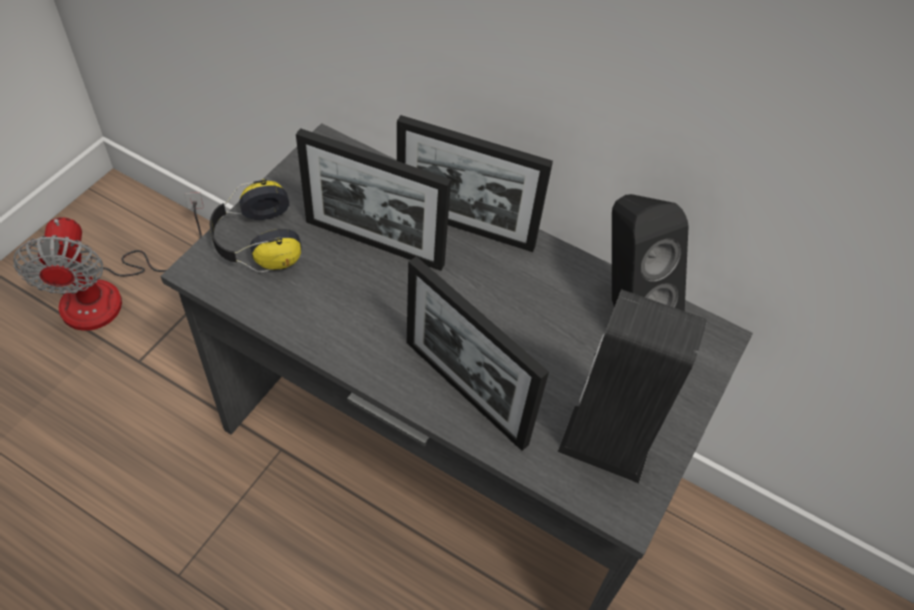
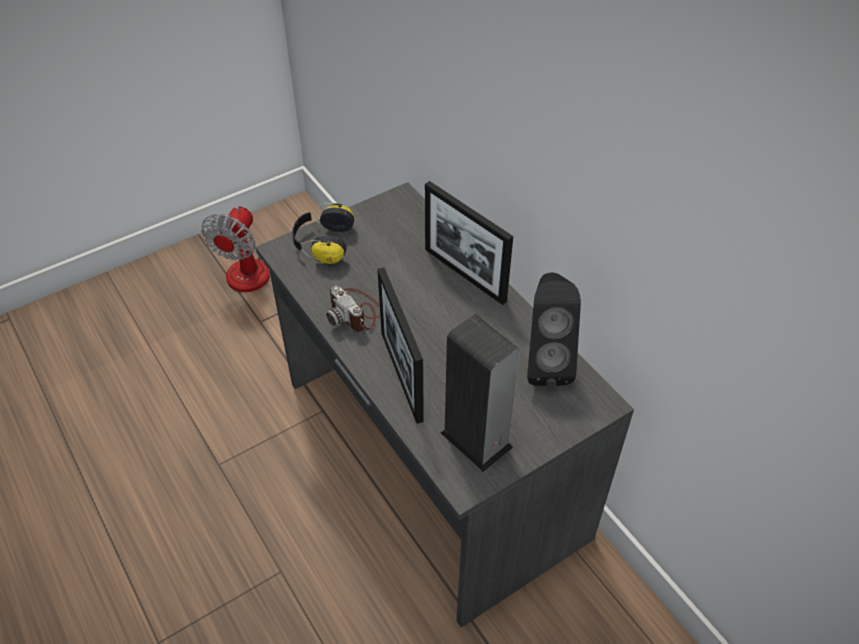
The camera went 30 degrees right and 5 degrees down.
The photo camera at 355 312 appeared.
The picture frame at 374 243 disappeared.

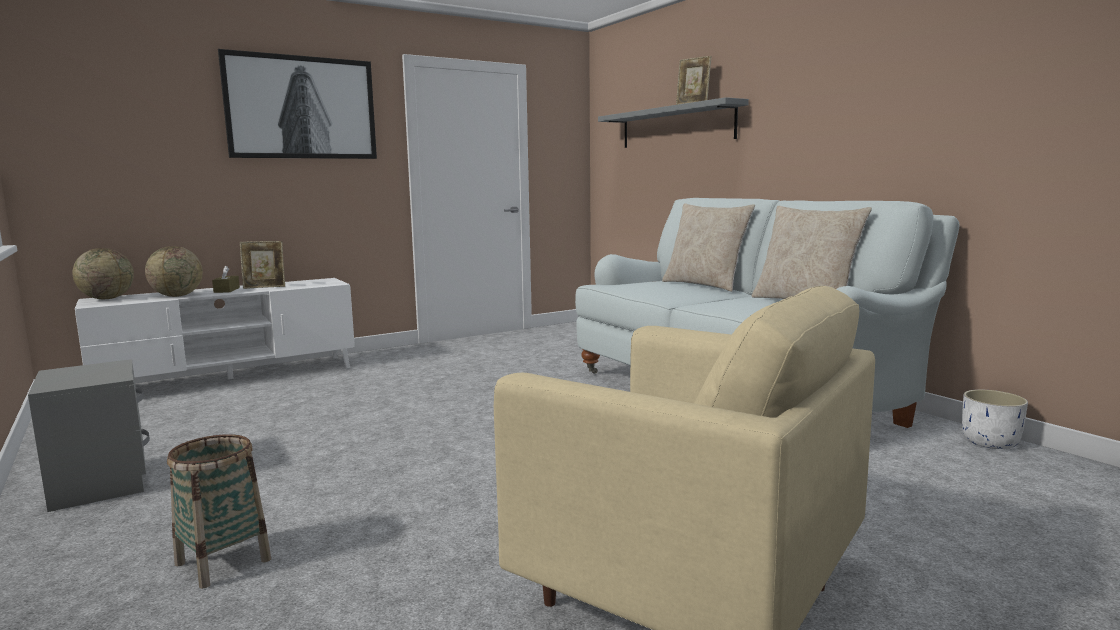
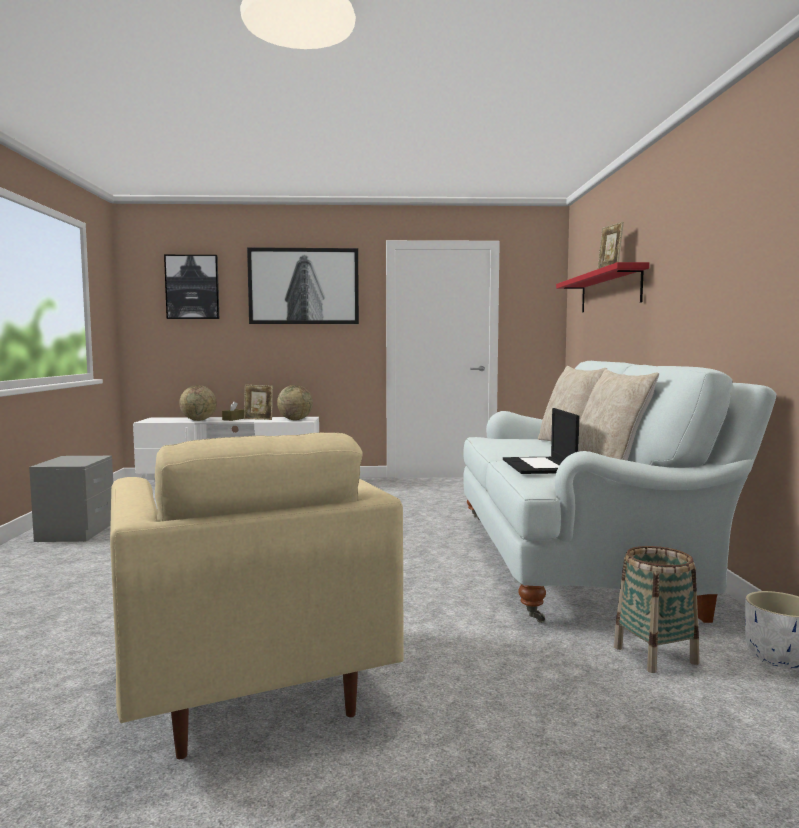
The camera went 30 degrees right and 5 degrees down.
The picture at 192 287 appeared.
The globe moved from 107 298 to 295 420.
The laptop at 539 466 appeared.
The grey shelf at 675 126 became the red shelf at 609 291.
The basket moved from 223 562 to 655 655.

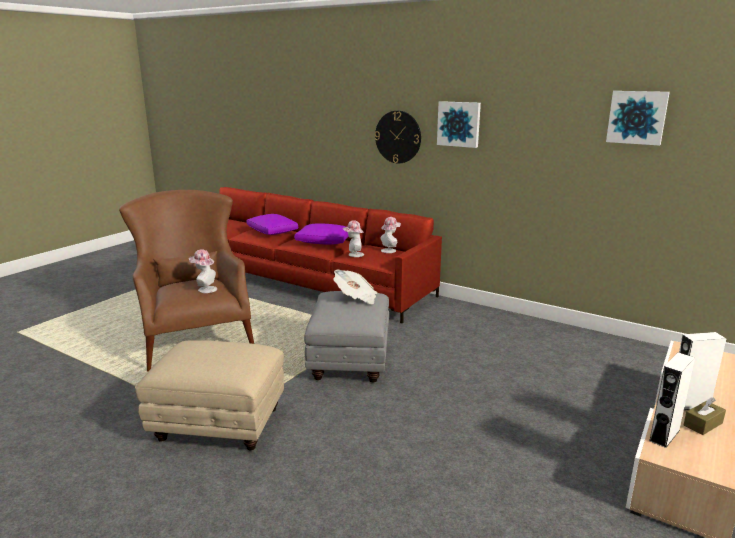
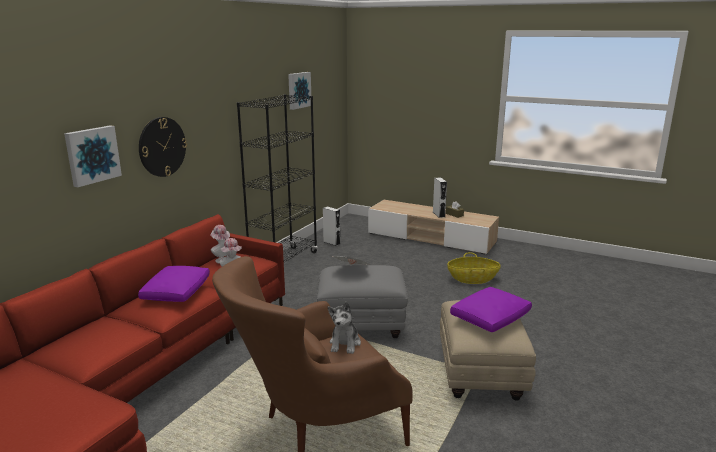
The camera went 95 degrees left and 0 degrees up.
The picture moved from 459 124 to 92 155.
The black bookcase at 284 262 appeared.
The white speaker moved from 664 435 to 331 243.
The hat at 205 289 was replaced by the plush toy at 345 343.
The basket at 472 279 appeared.
The purple pillow moved from 272 231 to 490 318.

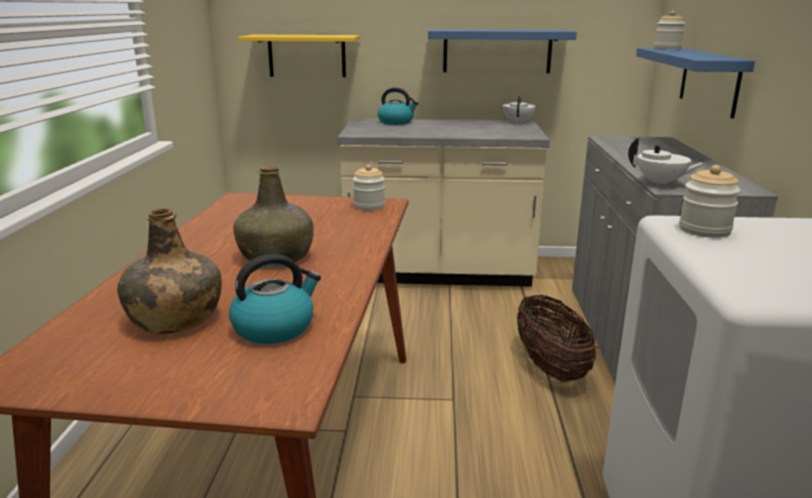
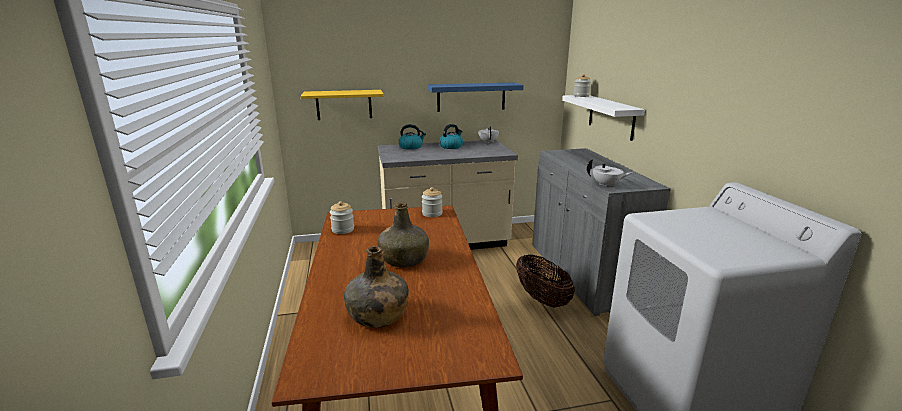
The camera went 15 degrees left and 0 degrees up.
The jar moved from 704 230 to 343 229.
The kettle moved from 274 327 to 451 146.
The blue shelf at 709 80 became the white shelf at 611 116.

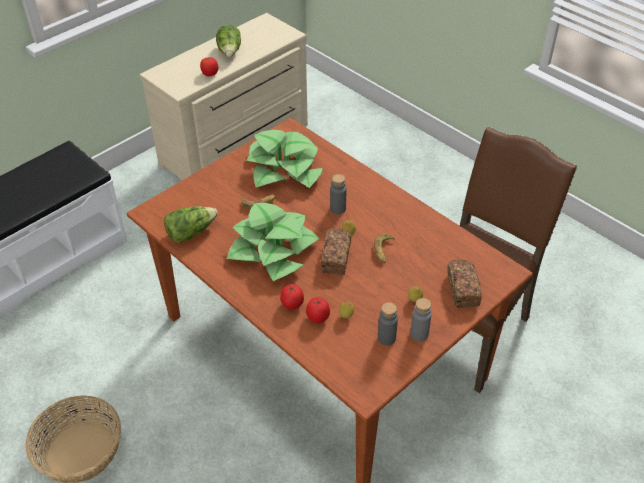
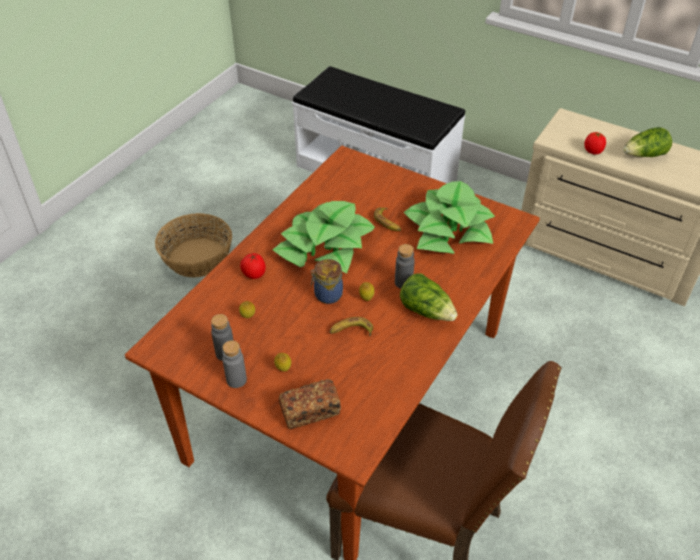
The camera went 75 degrees right and 0 degrees up.
The bread at 336 258 was replaced by the jar at 327 295.
The lettuce moved from 190 232 to 426 310.
The tomato at 318 317 disappeared.

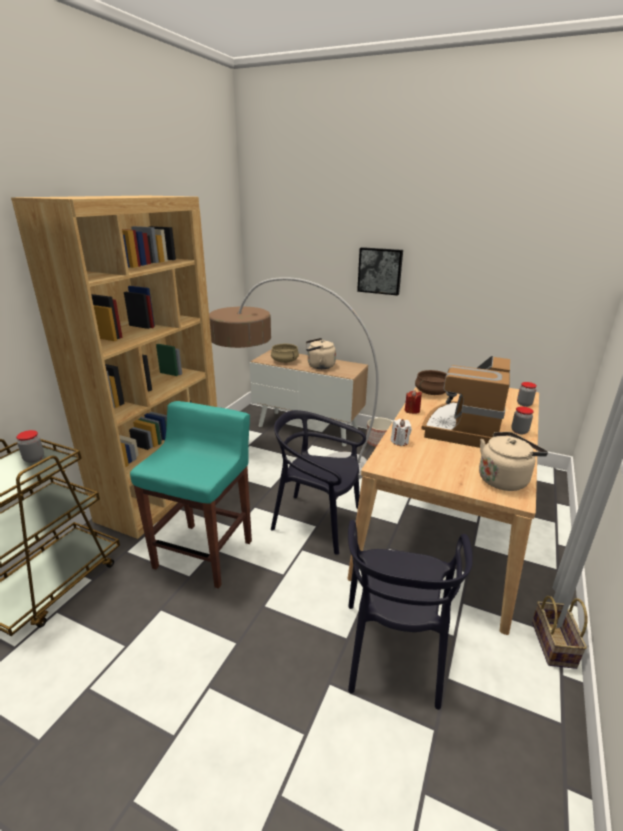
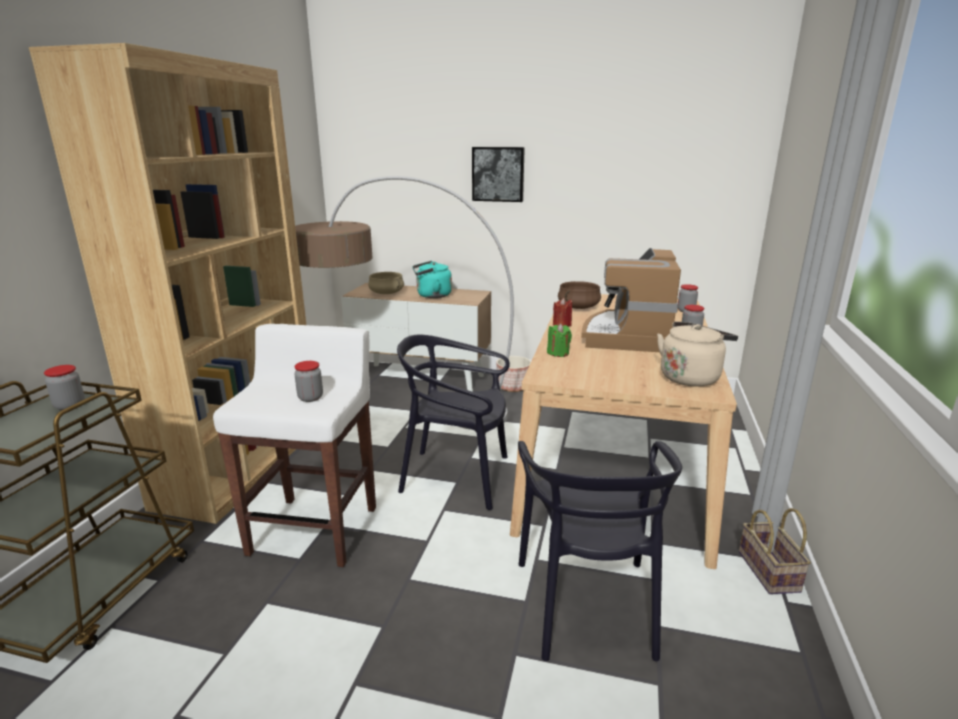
The camera went 10 degrees left and 5 degrees down.
The turquoise stool at 205 553 became the white stool at 315 529.
The jar at 310 398 appeared.
The beige kettle at 319 366 became the turquoise kettle at 431 295.
The white candle at 399 441 became the green candle at 558 353.

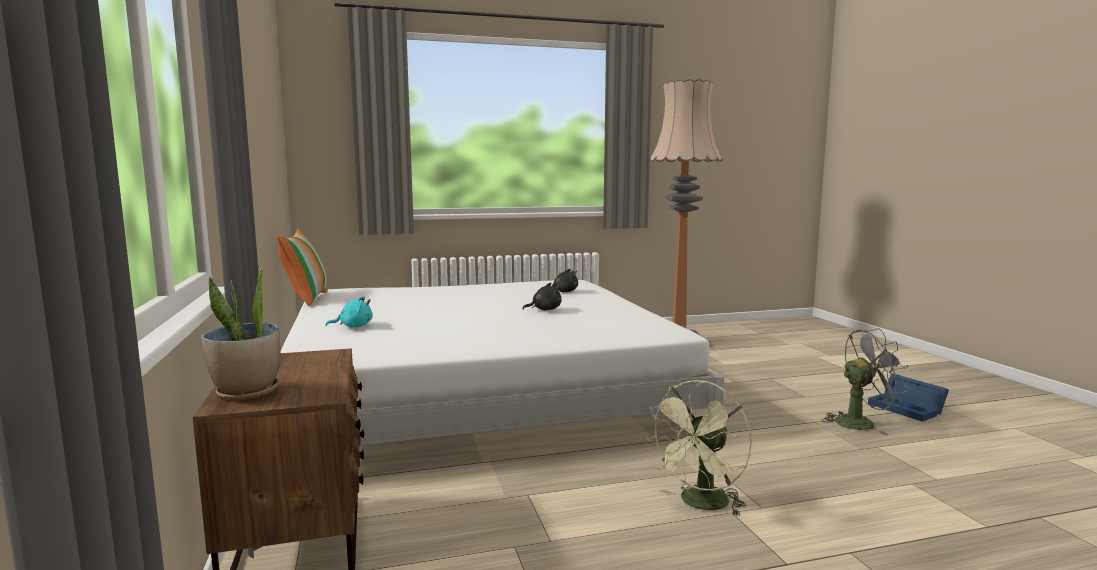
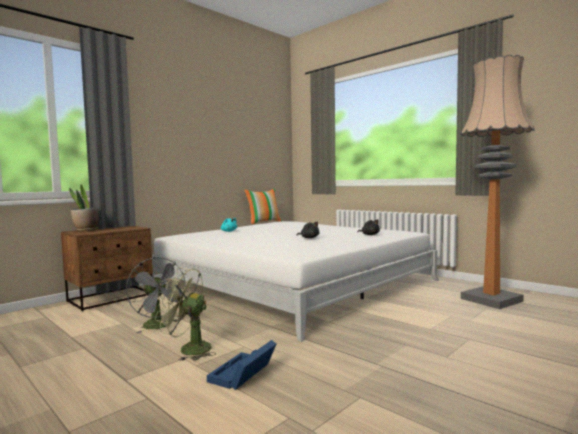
The camera went 60 degrees right and 5 degrees down.
The grey fan moved from 861 422 to 160 326.
The blue storage box moved from 908 408 to 242 375.

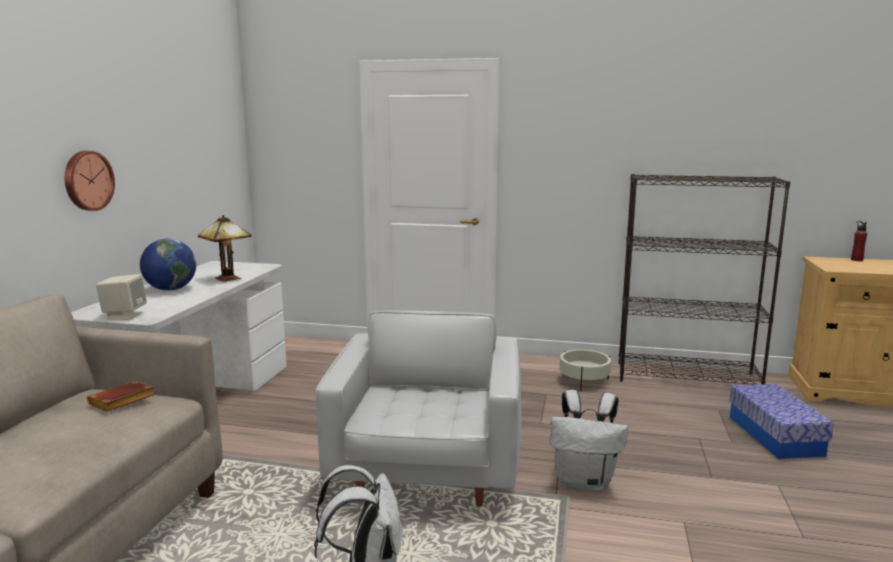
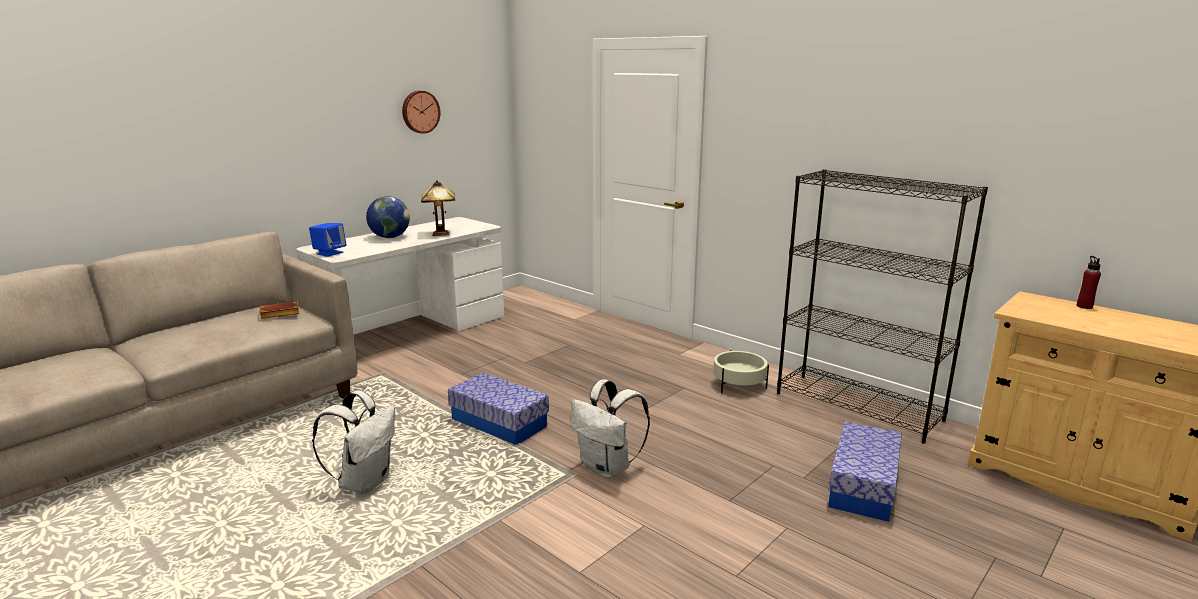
The camera went 30 degrees right and 5 degrees up.
The beige speaker at 124 315 became the blue speaker at 329 253.
The wall clock moved from 87 180 to 420 112.
The white armchair at 427 471 was replaced by the storage box at 499 423.

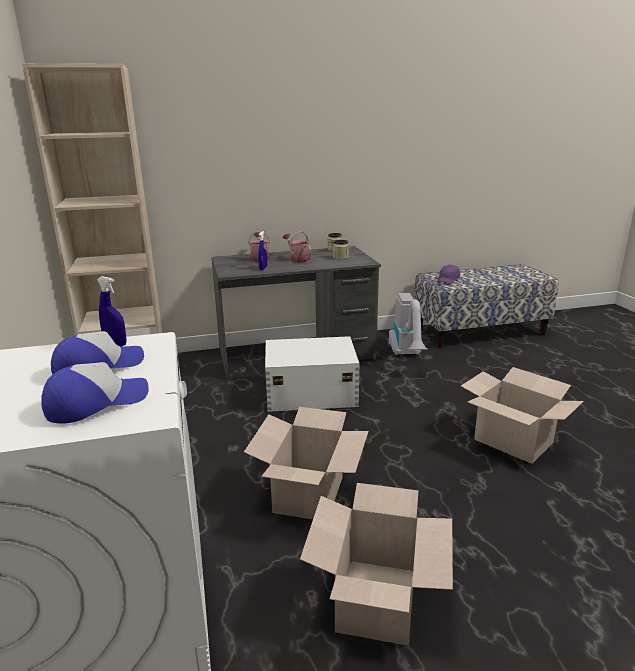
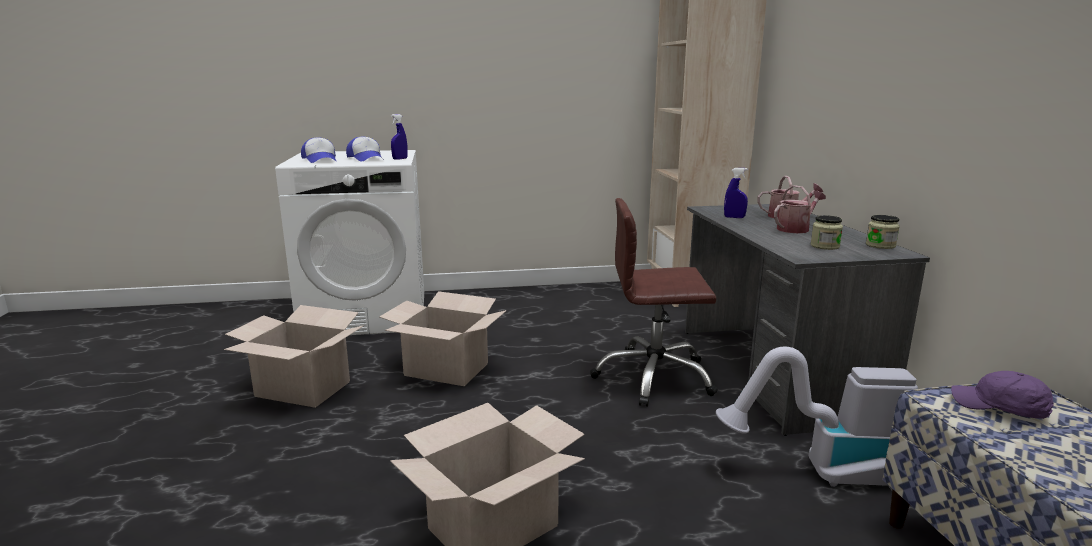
The camera went 95 degrees right and 5 degrees down.
The white storage box at 309 392 was replaced by the brown office chair at 654 377.

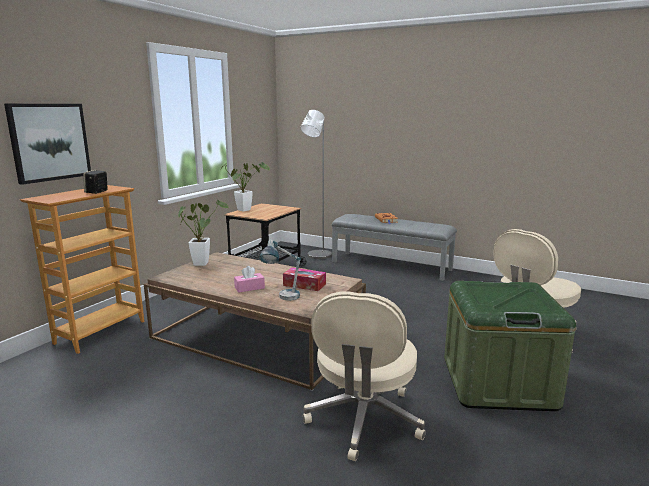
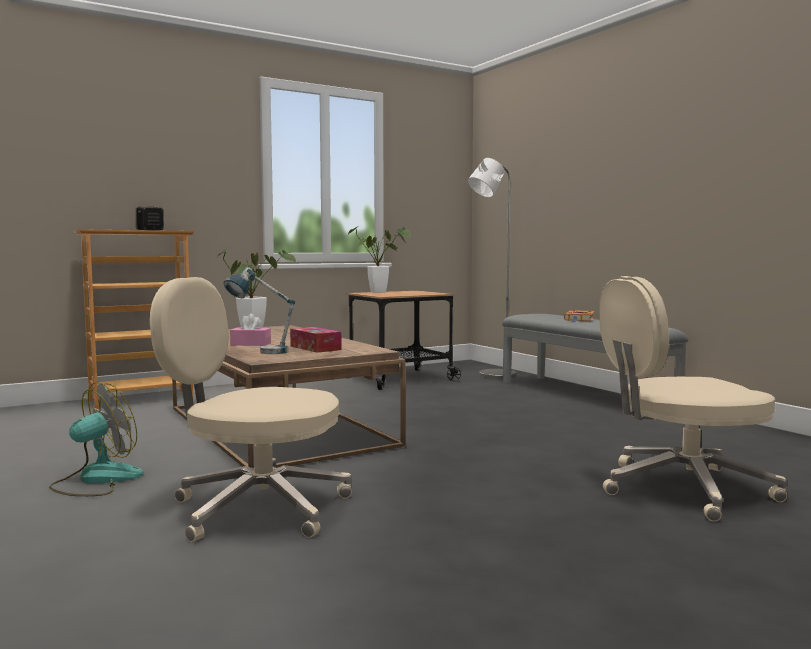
The camera went 30 degrees right and 10 degrees down.
The fan at 96 480 appeared.
The beige office chair at 364 420 turned 60 degrees clockwise.
The picture at 49 142 disappeared.
The green storage box at 498 383 disappeared.

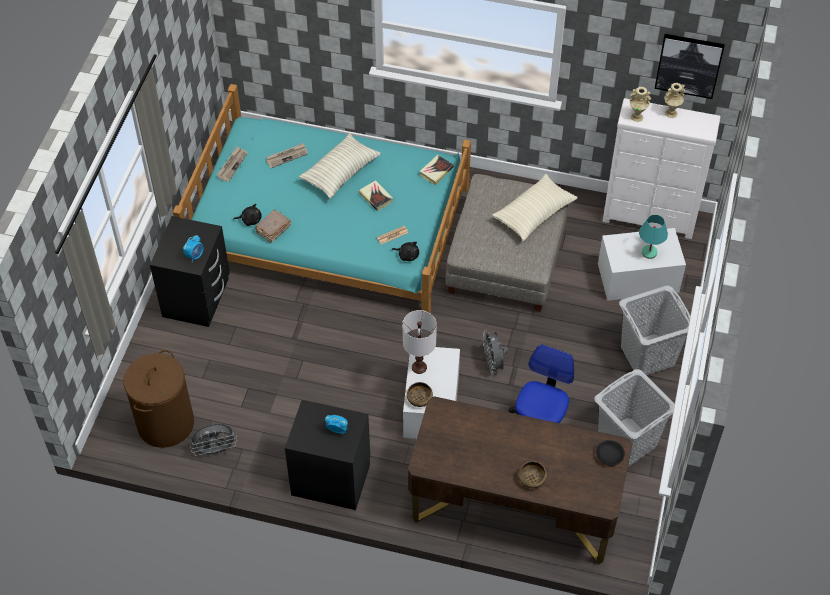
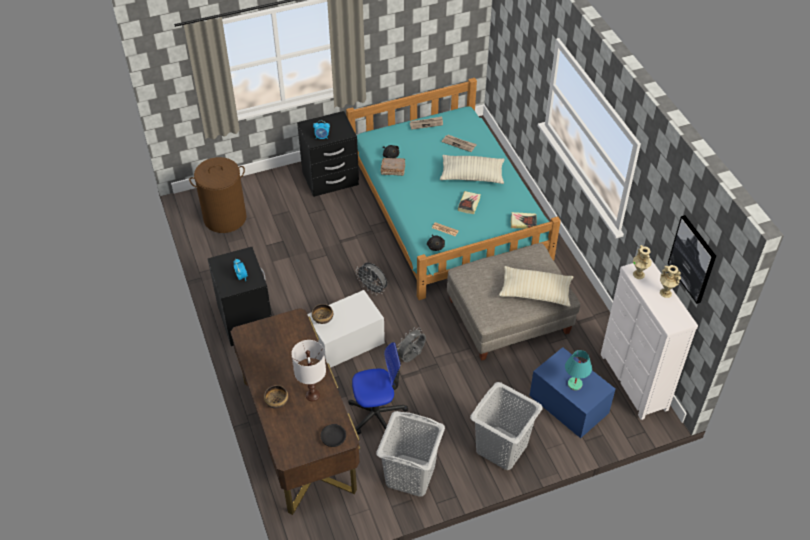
The camera went 55 degrees right and 5 degrees down.
The white table lamp moved from 419 367 to 313 395.
The grey fan moved from 215 450 to 373 289.
The white storage box at 638 278 became the blue storage box at 569 404.

